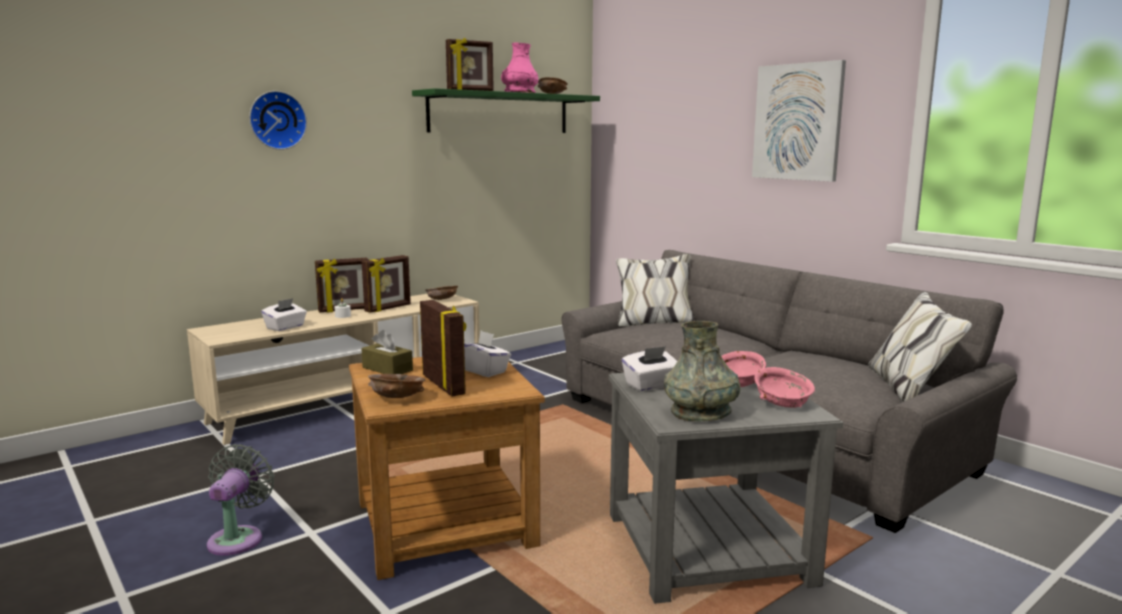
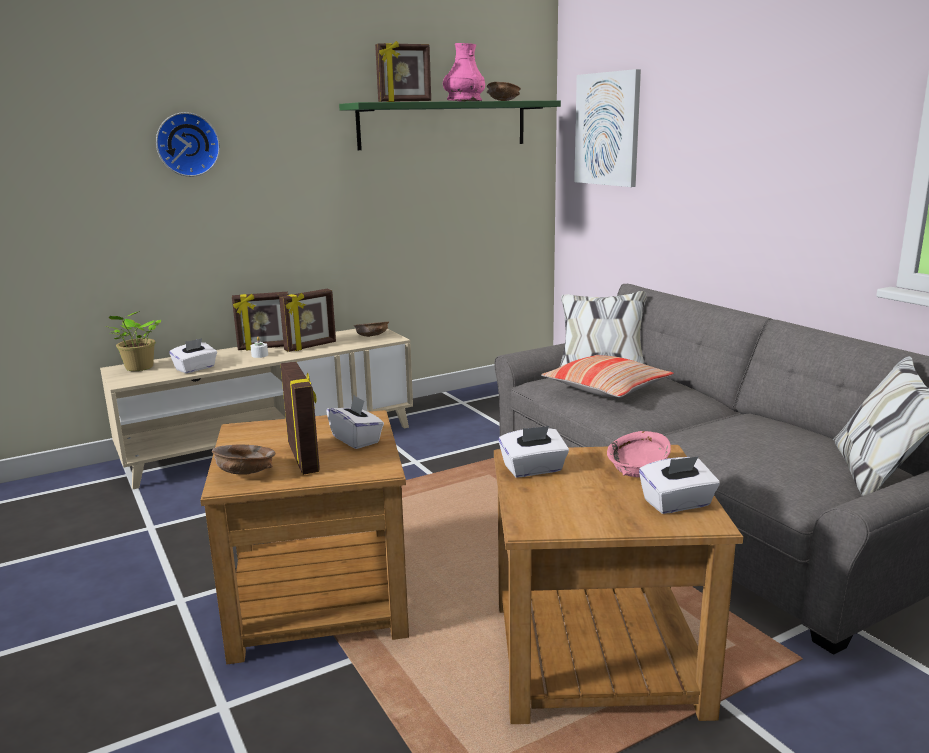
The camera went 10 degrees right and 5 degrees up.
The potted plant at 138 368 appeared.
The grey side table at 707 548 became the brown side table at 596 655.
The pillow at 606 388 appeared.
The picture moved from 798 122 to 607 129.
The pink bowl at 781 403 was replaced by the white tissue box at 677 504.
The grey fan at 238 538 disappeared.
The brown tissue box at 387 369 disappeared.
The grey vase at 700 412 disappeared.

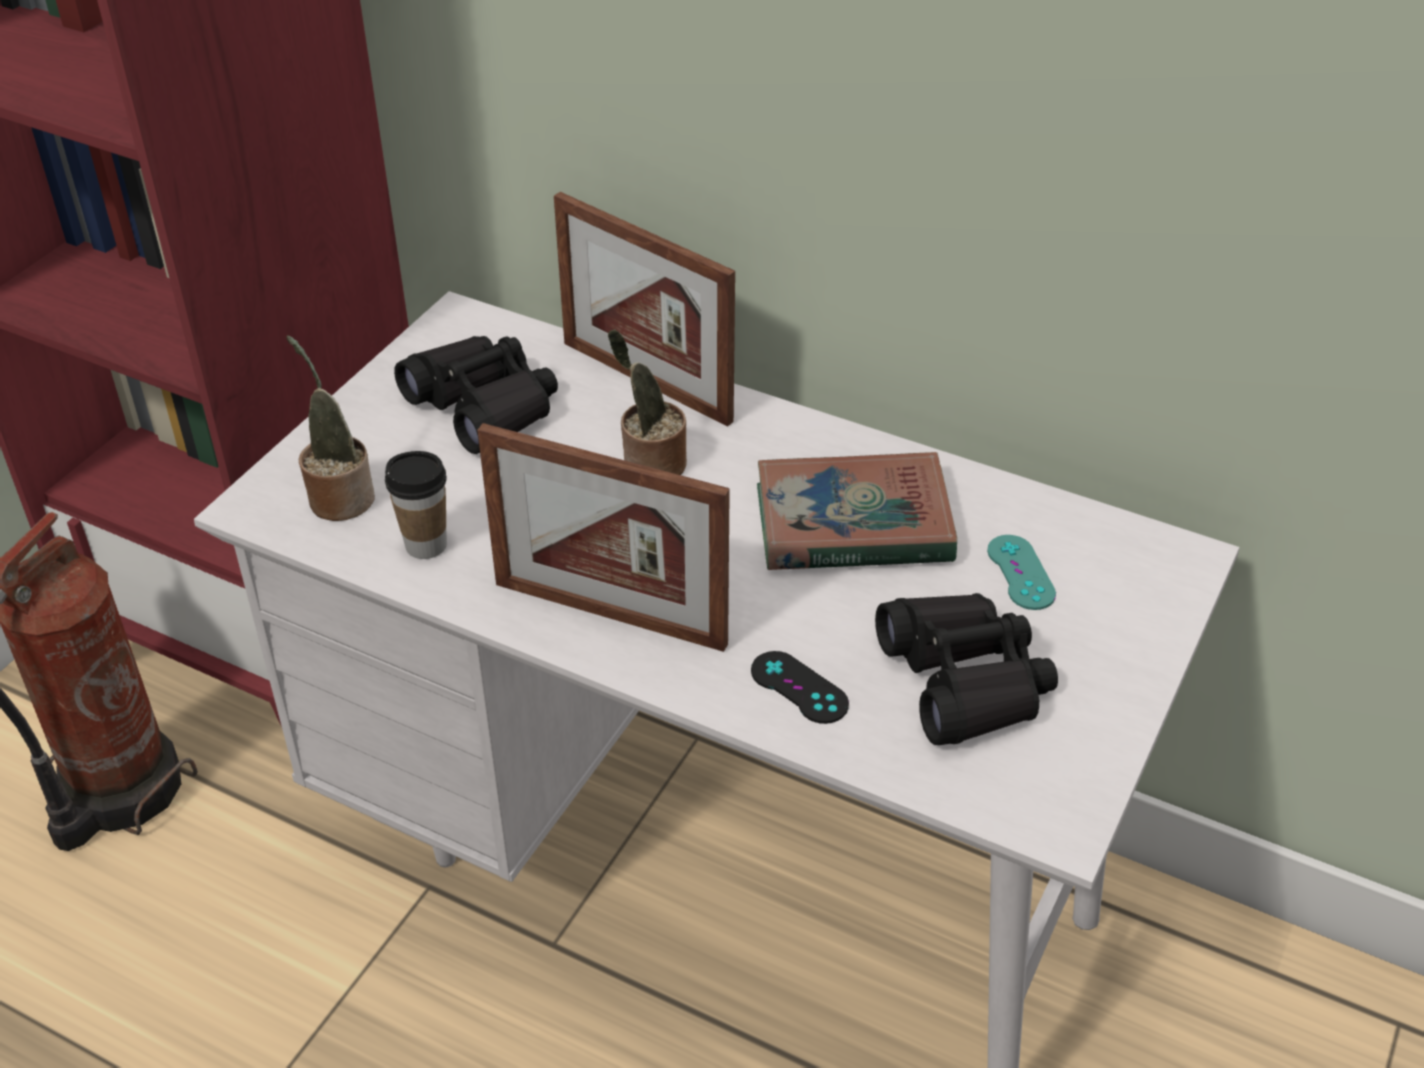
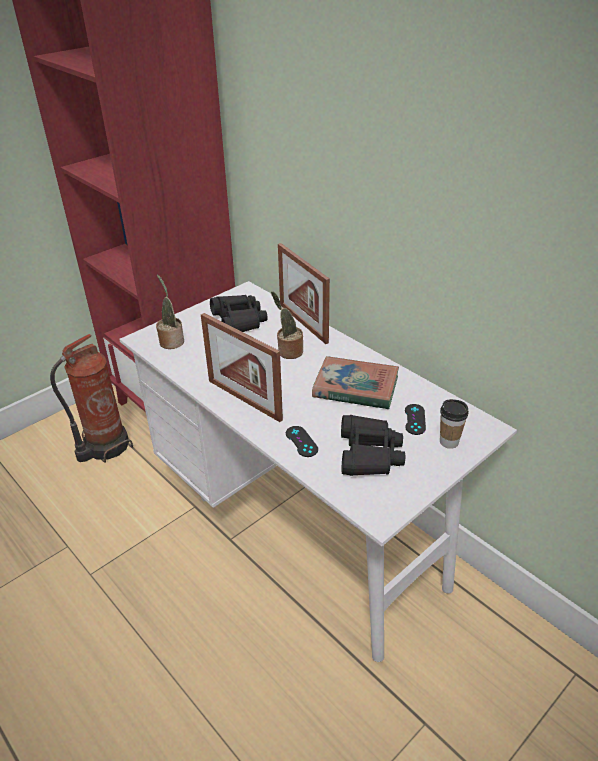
The camera went 20 degrees right and 5 degrees down.
The turquoise game controller at 1020 572 became the black game controller at 415 419.
The cup moved from 426 545 to 449 442.

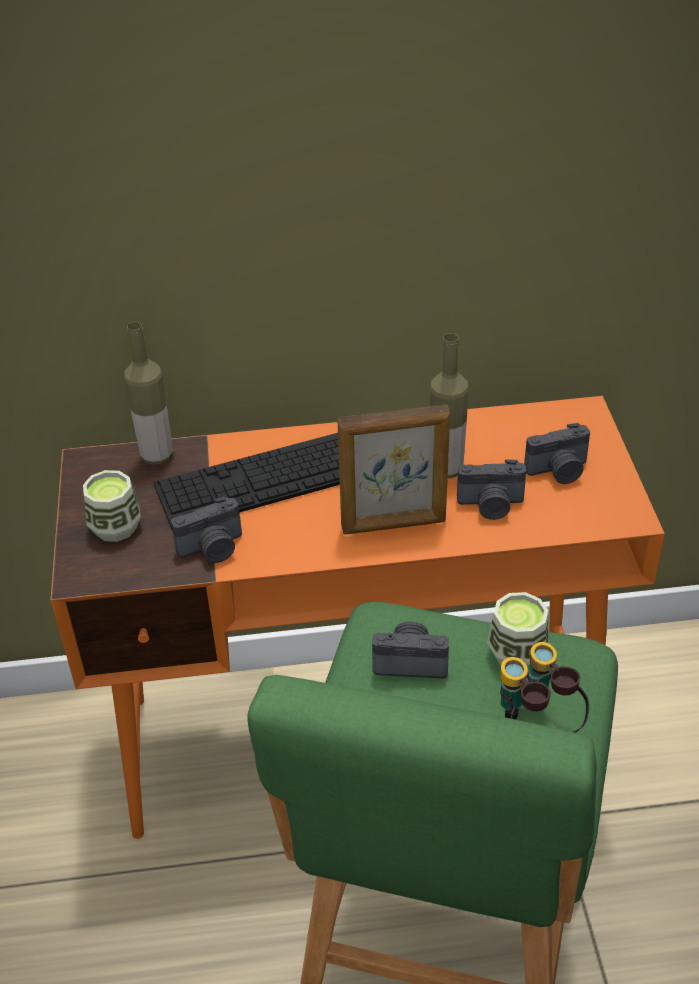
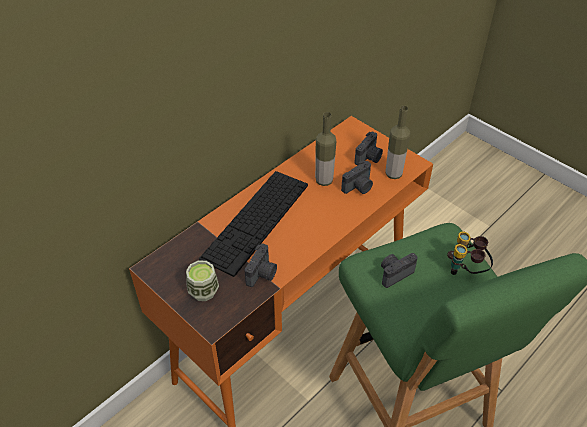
The camera went 40 degrees left and 5 degrees up.
The bottle moved from 157 456 to 393 174.
The picture frame at 394 525 disappeared.
The cup at 516 653 disappeared.

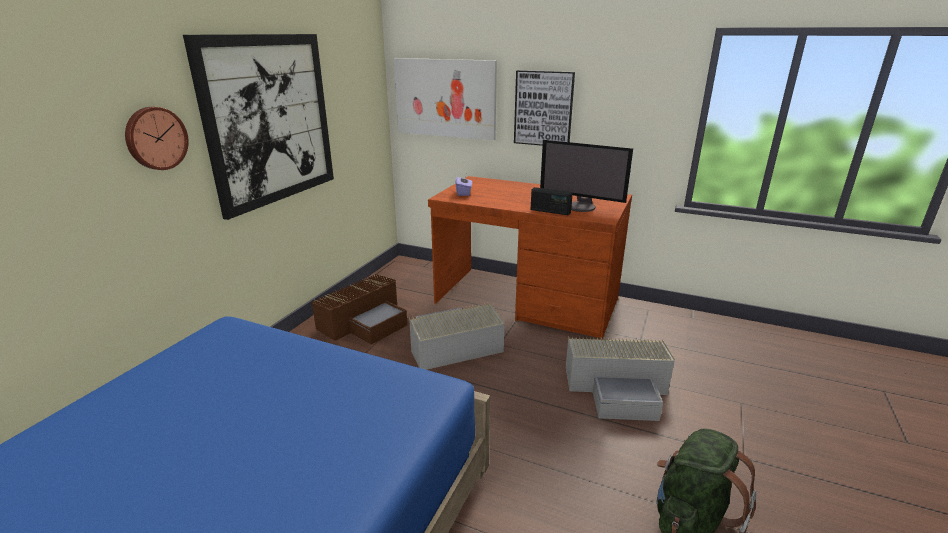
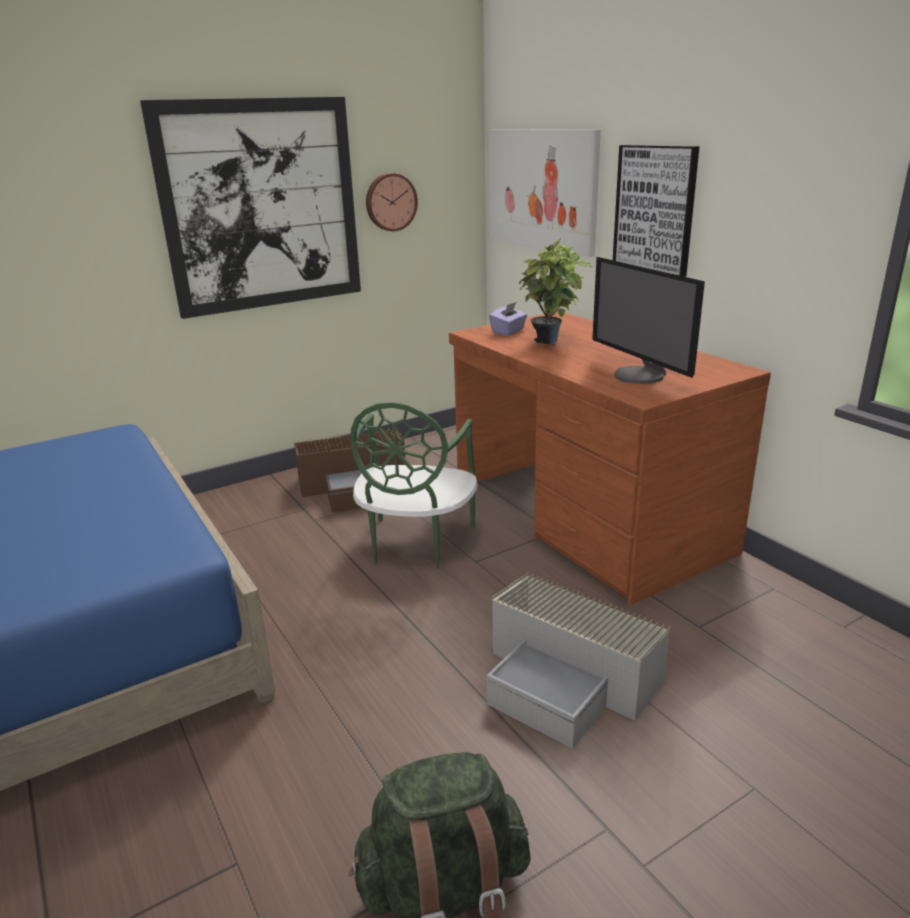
The camera went 35 degrees right and 0 degrees up.
The grey storage box at 452 346 was replaced by the green chair at 415 544.
The wall clock moved from 155 138 to 390 202.
The potted plant at 550 343 appeared.
The radio at 550 211 disappeared.

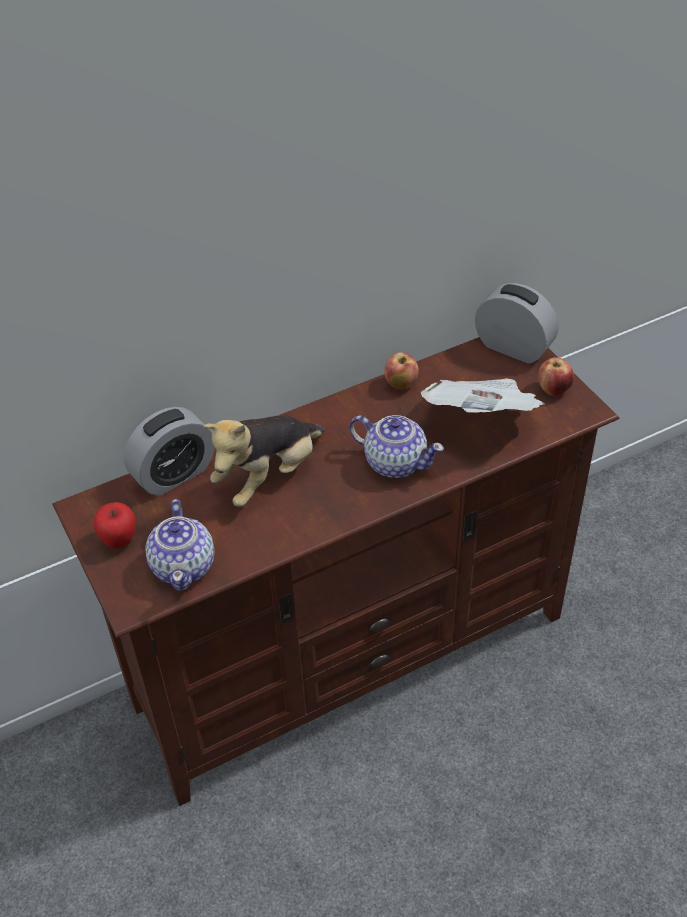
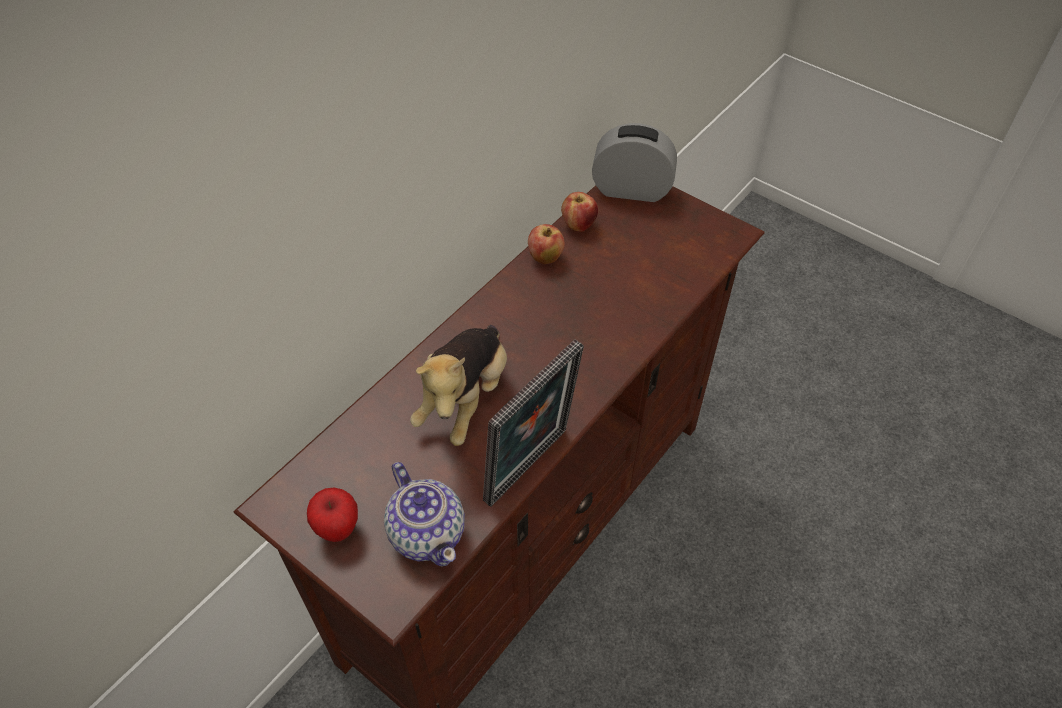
The camera went 25 degrees left and 5 degrees up.
The picture frame at 531 469 appeared.
The apple moved from 553 390 to 578 225.
The alarm clock at 174 474 disappeared.
The teapot at 395 462 disappeared.
The newspaper at 482 418 disappeared.

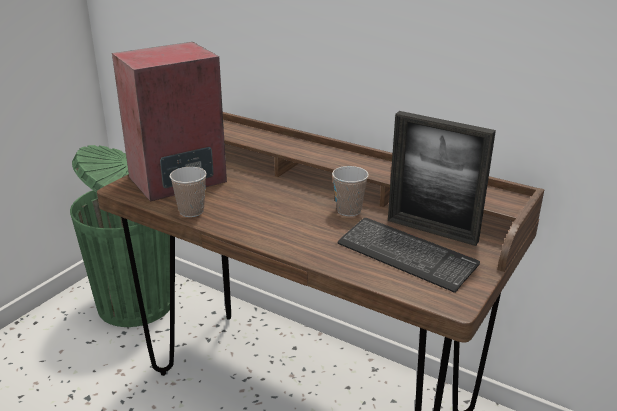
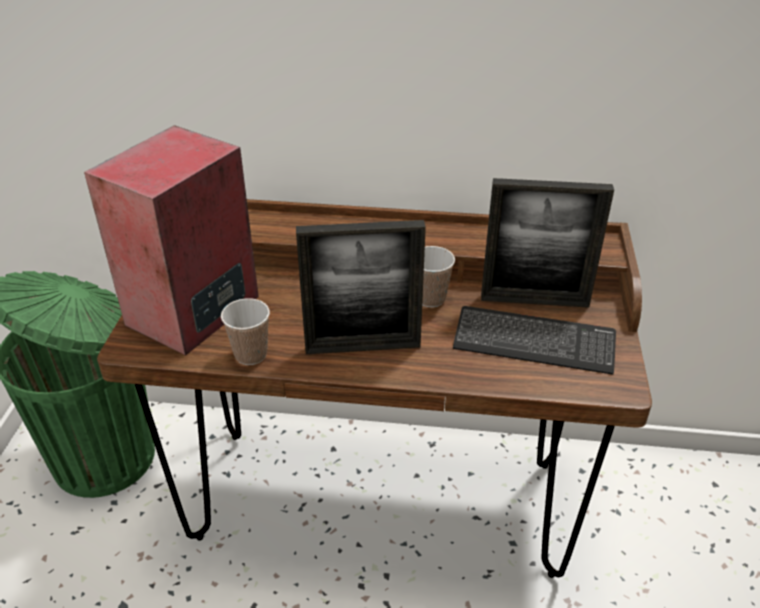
The camera went 25 degrees left and 10 degrees up.
The picture frame at 362 347 appeared.

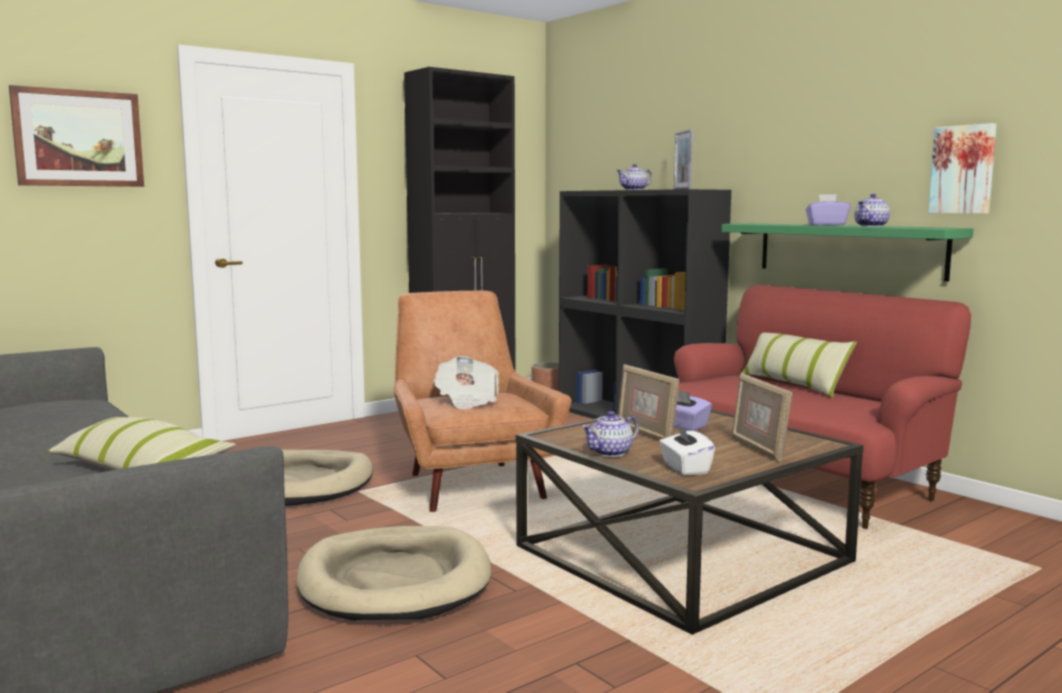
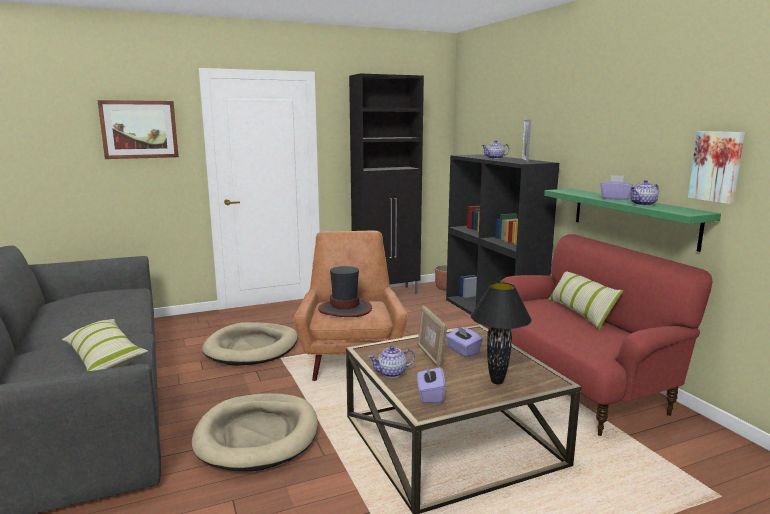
The camera went 15 degrees right and 5 degrees up.
The newspaper at 467 401 was replaced by the hat at 345 309.
The white tissue box at 685 468 became the purple tissue box at 430 395.
The picture frame at 758 449 was replaced by the black table lamp at 497 382.

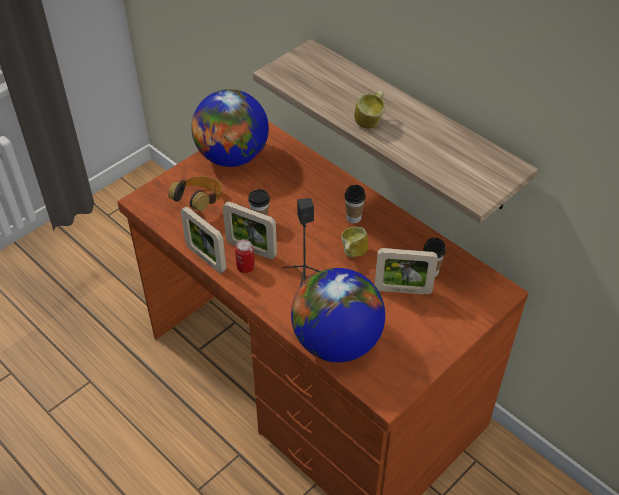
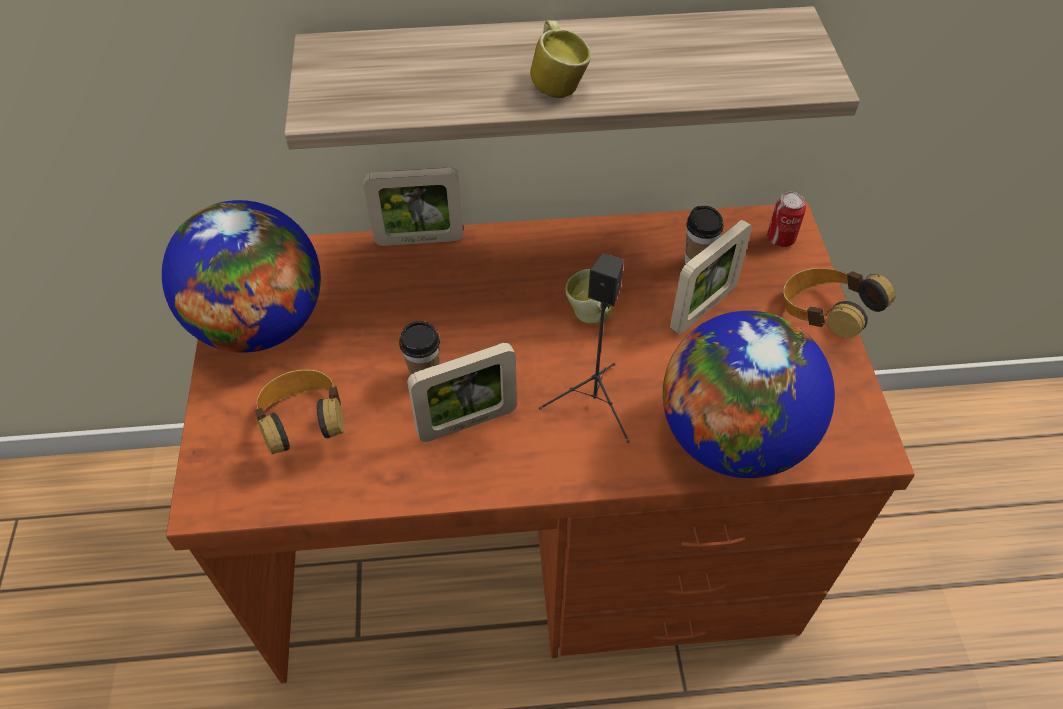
The camera went 50 degrees left and 5 degrees up.
The picture frame moved from 206 258 to 419 240.
The can moved from 245 267 to 780 238.
The headphones at 823 317 appeared.
The cup at 353 218 disappeared.

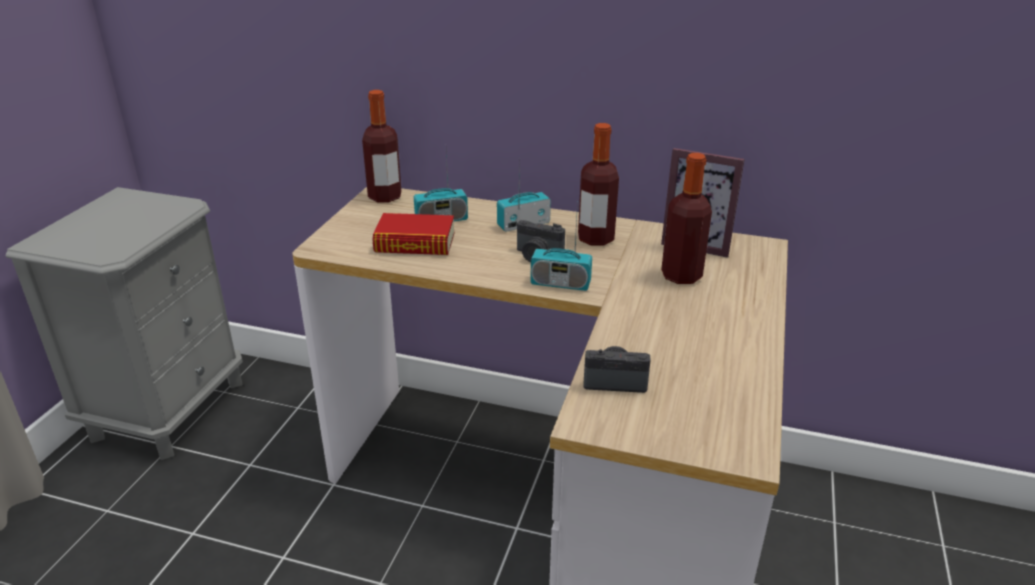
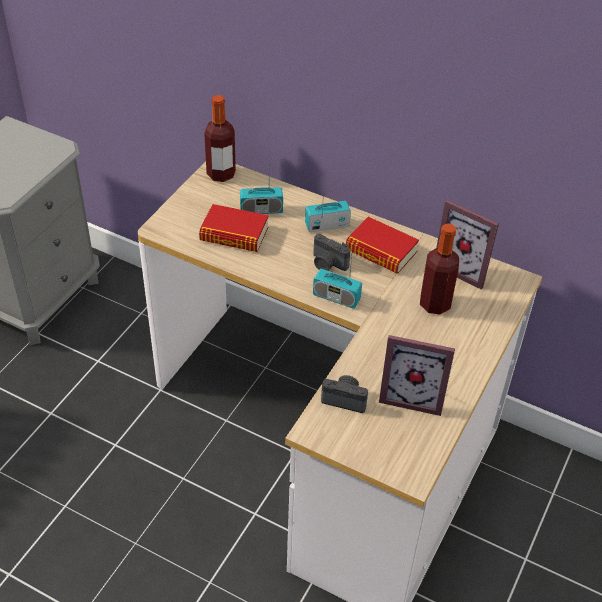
The camera went 10 degrees right and 15 degrees up.
The bottle at 595 238 was replaced by the book at 381 251.
The picture frame at 412 395 appeared.

